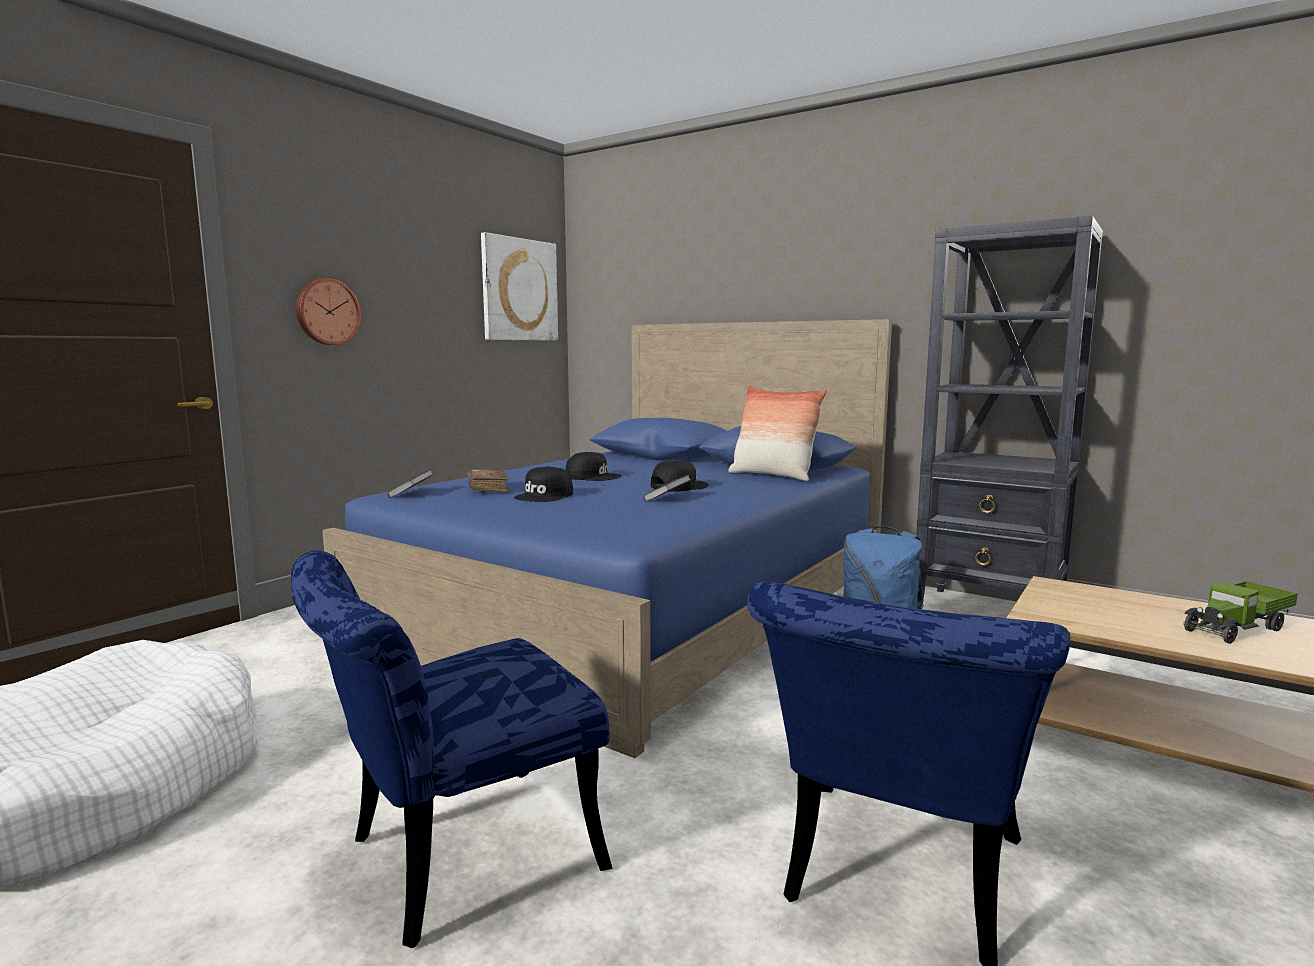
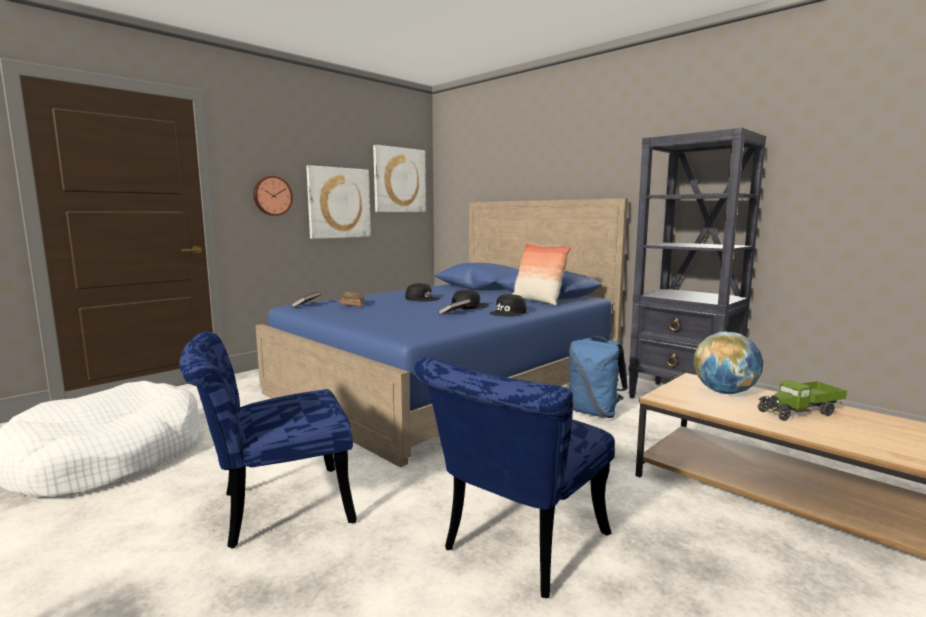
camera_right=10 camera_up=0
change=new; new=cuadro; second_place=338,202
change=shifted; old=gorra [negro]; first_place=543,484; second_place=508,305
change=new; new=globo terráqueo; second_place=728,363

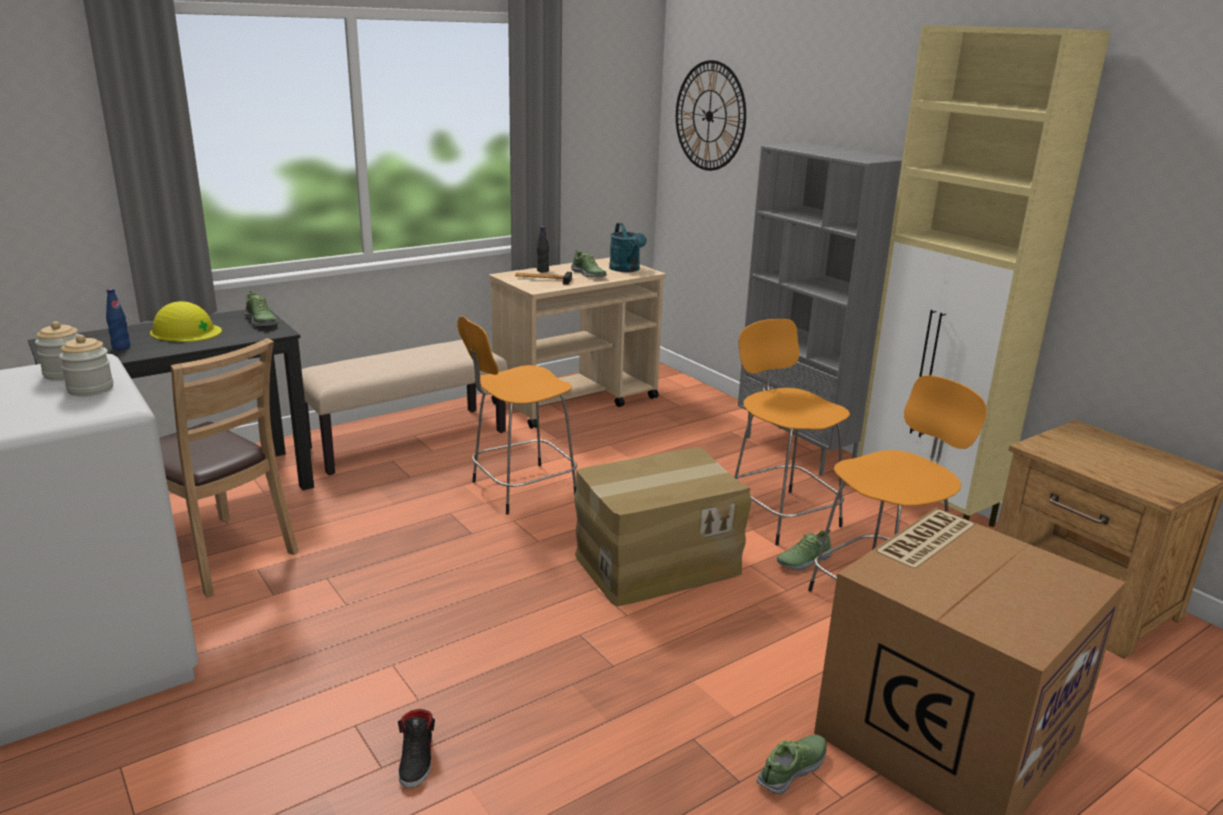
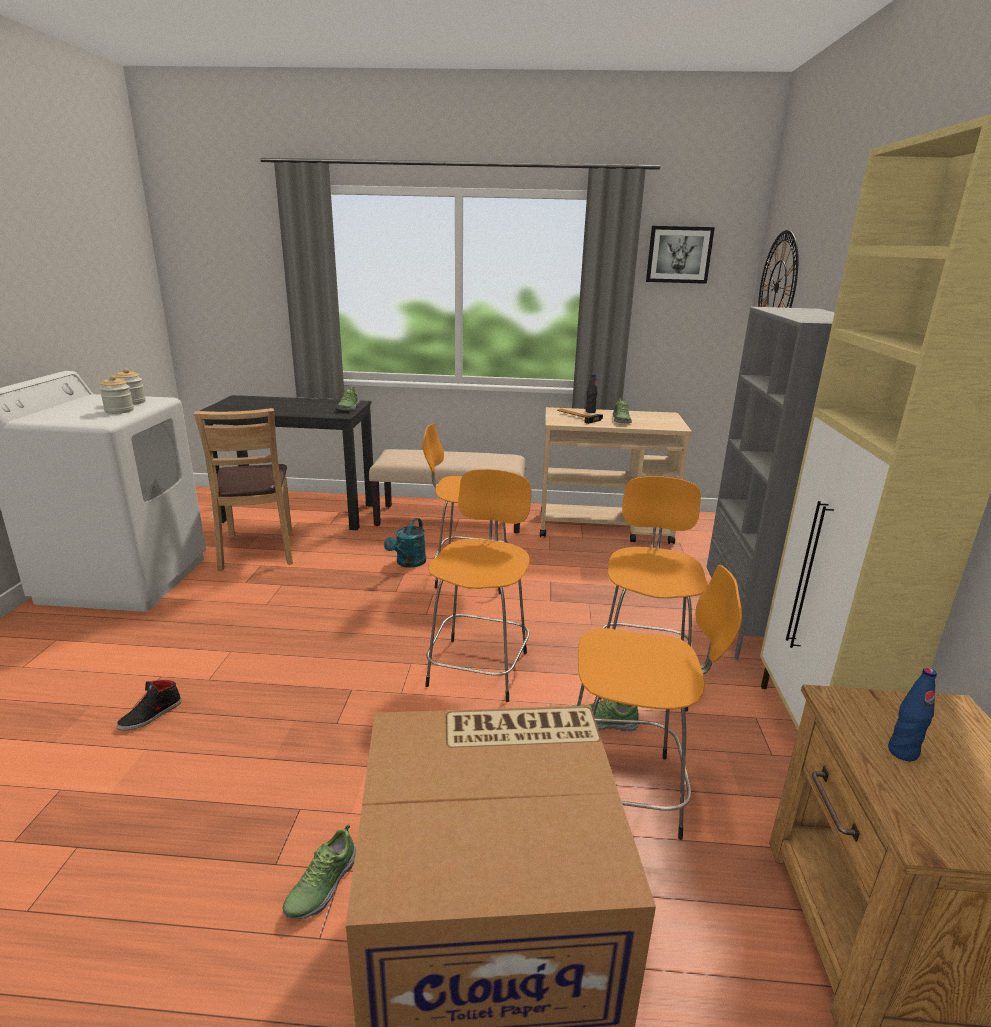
camera_right=40 camera_up=0
change=rotated; old=zapato; first_place=792,765; second_place=319,871; degrees=120
change=shifted; old=regadera [turquesa]; first_place=628,247; second_place=405,543
change=swapped; old=caja de cartón; new=taburete [naranja]; first_place=663,527; second_place=478,585
change=new; new=cuadro; second_place=680,255
change=shifted; old=botella [azul]; first_place=118,319; second_place=912,714
change=gone; old=casco [amarillo]; first_place=186,321

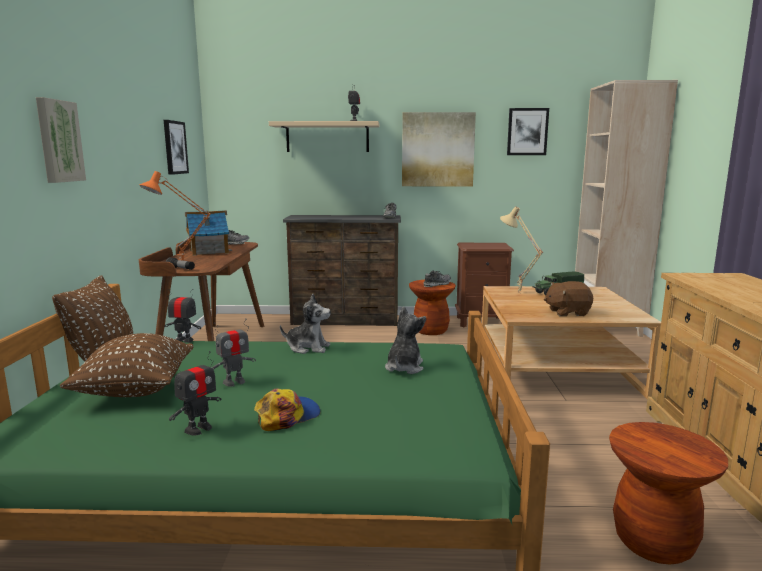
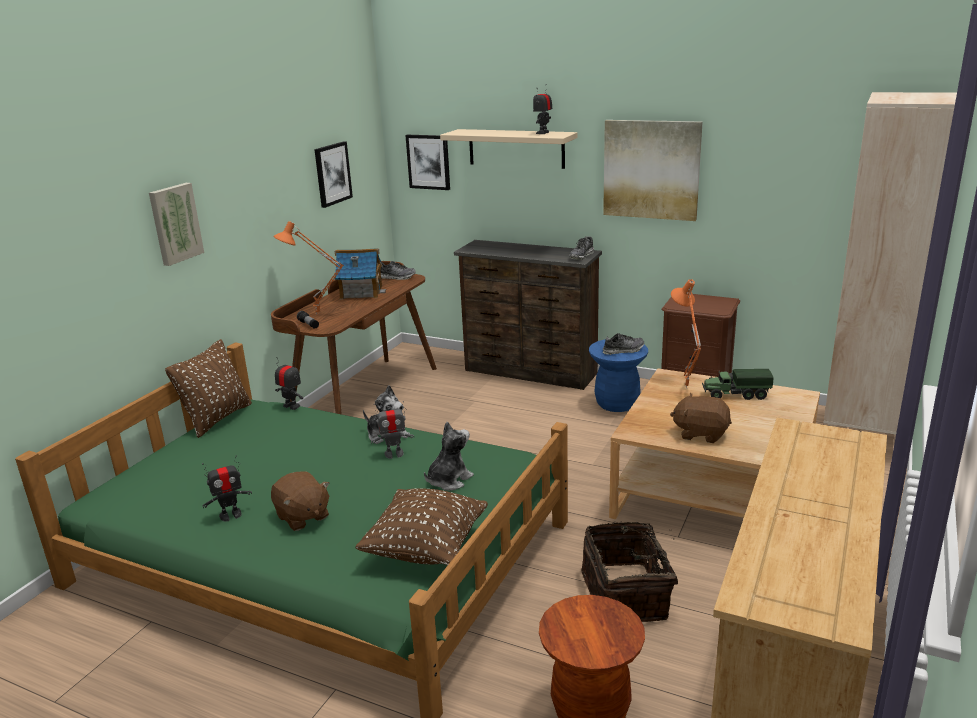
camera_right=25 camera_up=10
change=swapped; old=gorra; new=peluche [marrón]; first_place=287,409; second_place=300,501
change=shifted; old=cojín [marrón]; first_place=127,365; second_place=421,526
change=shifted; old=robot de juguete; first_place=233,352; second_place=392,430
change=shifted; old=cuadro; first_place=528,131; second_place=427,162
change=new; new=cesta; second_place=629,571
change=repainted; old=taburete [marrón]; new=taburete [azul]; first_place=432,307; second_place=618,375
change=repainted; old=lámpara de mesa [beis]; new=lámpara de mesa [naranja]; first_place=521,249; second_place=686,333

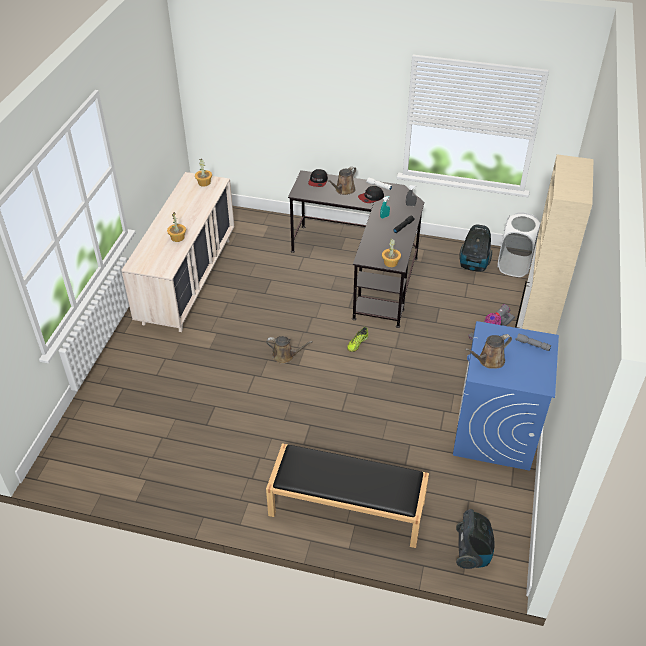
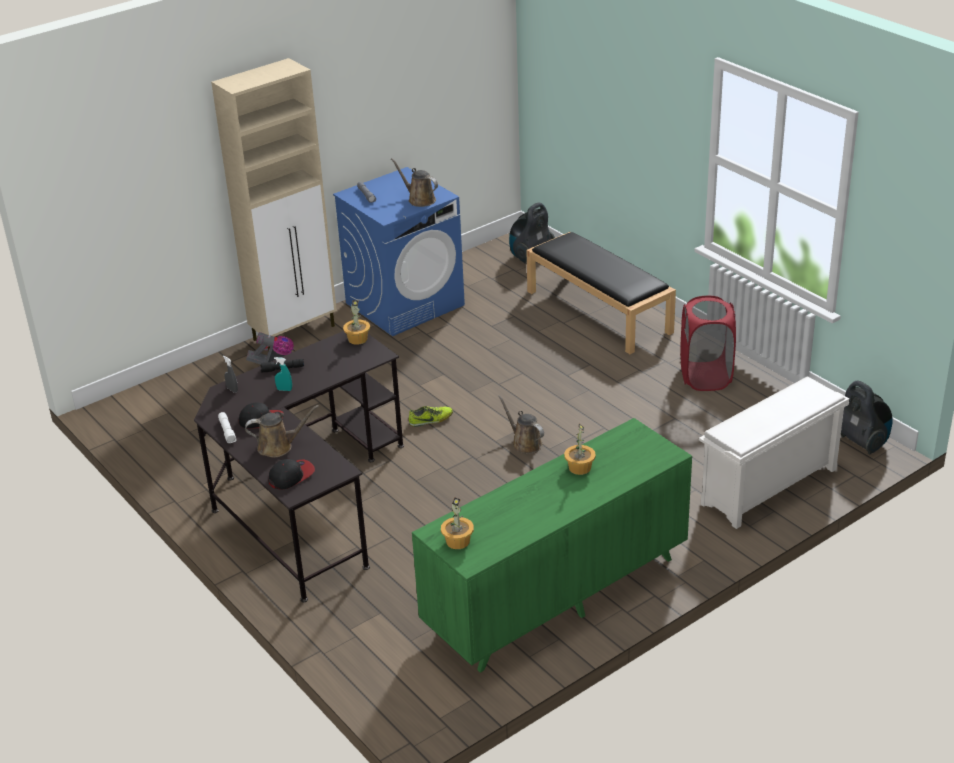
camera_right=-140 camera_up=-10
change=rotated; old=regadera [marrón]; first_place=488,351; second_place=414,182; degrees=-150
change=repainted; old=cómoda [beis]; new=cómoda [verde]; first_place=177,252; second_place=552,545
change=new; new=cesto de la ropa [rojo]; second_place=708,343
change=new; new=zapatero [blanco]; second_place=774,452
change=shifted; old=aspiradora; first_place=475,248; second_place=866,417
change=gone; old=cesto de la ropa [blanco]; first_place=519,244

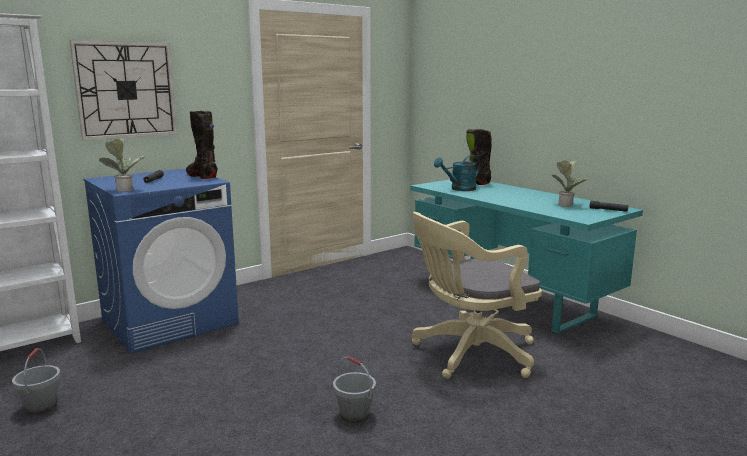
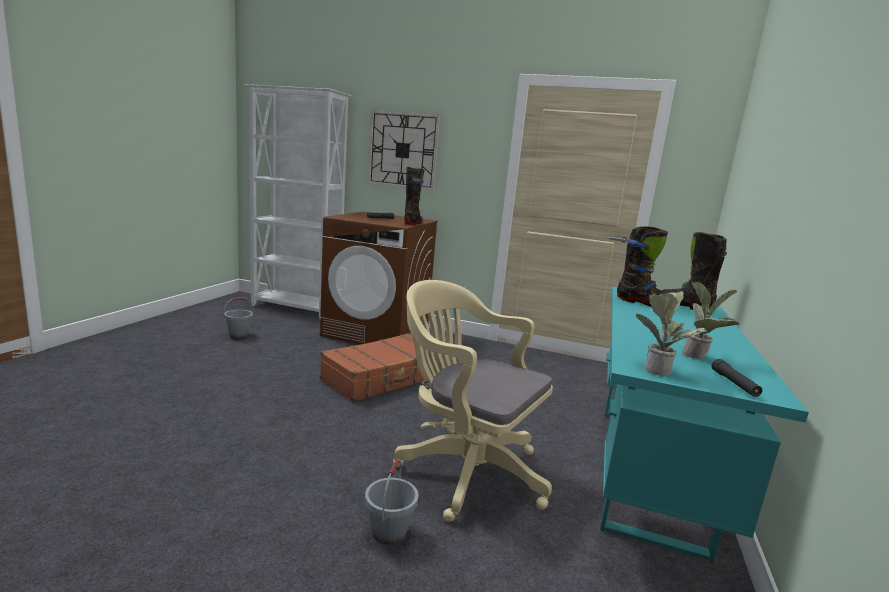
camera_right=55 camera_up=0
change=repainted; old=lavadora [azul]; new=lavadora [marrón]; first_place=161,261; second_place=379,277
change=new; new=maleta [marrón]; second_place=378,367
change=shifted; old=cubo [gris]; first_place=354,389; second_place=391,501
change=swapped; old=regadera [turquesa]; new=bota [negro]; first_place=457,173; second_place=642,266
change=shifted; old=planta en maceta; first_place=121,165; second_place=671,333

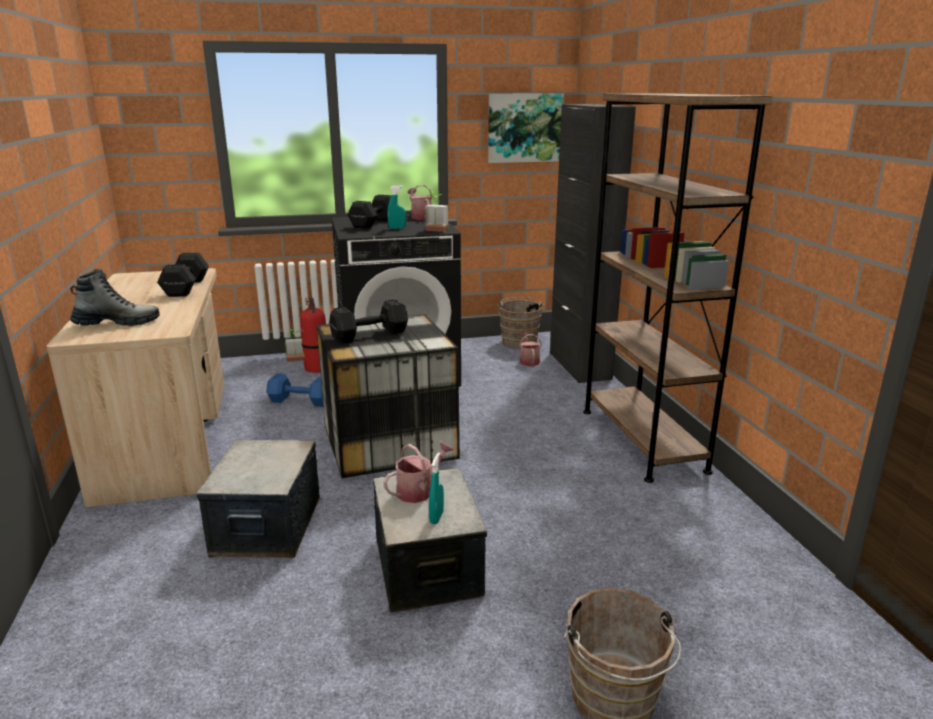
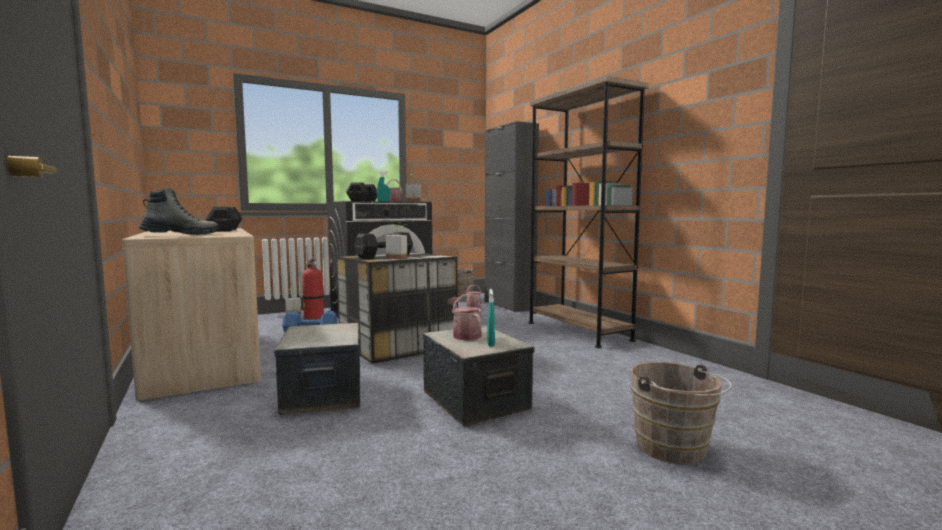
camera_right=-15 camera_up=-15
change=new; new=planta en maceta; second_place=397,241
change=rotated; old=regadera; first_place=418,472; second_place=464,317; degrees=-60
change=gone; old=cuadro; first_place=526,128

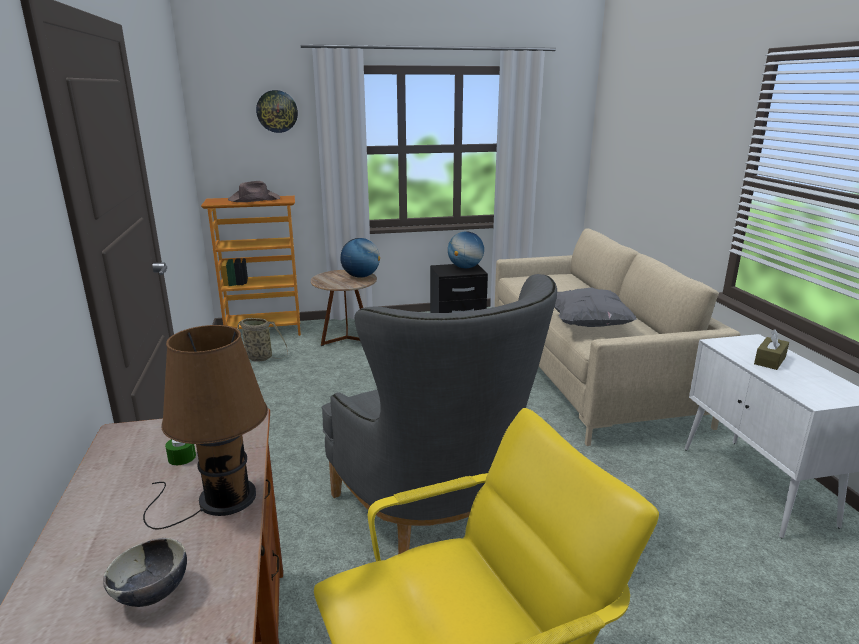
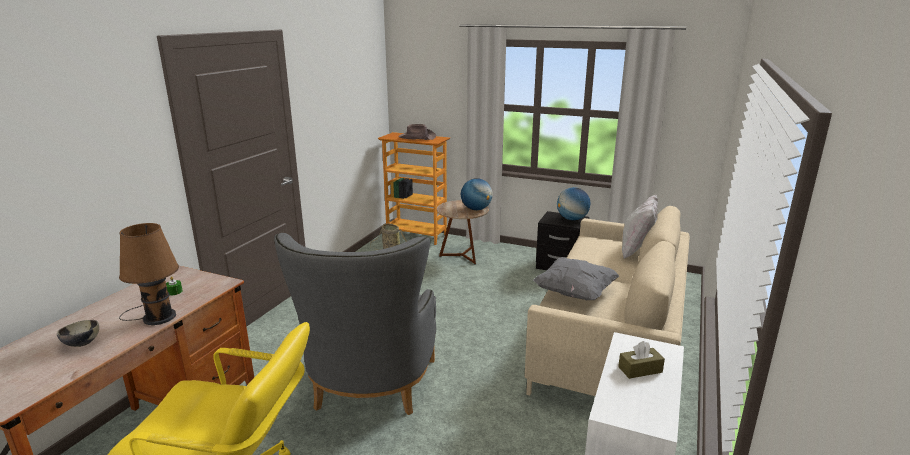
camera_right=35 camera_up=0
change=new; new=cojín [blanco]; second_place=640,227
change=gone; old=reloj de pared; first_place=277,111

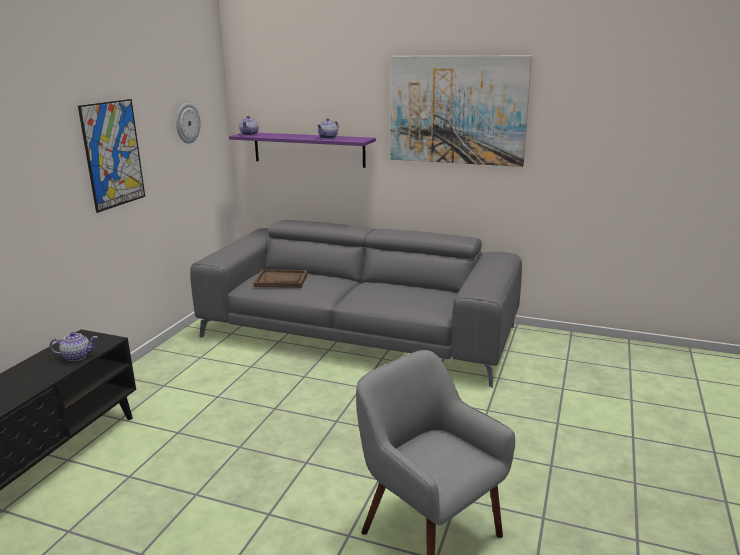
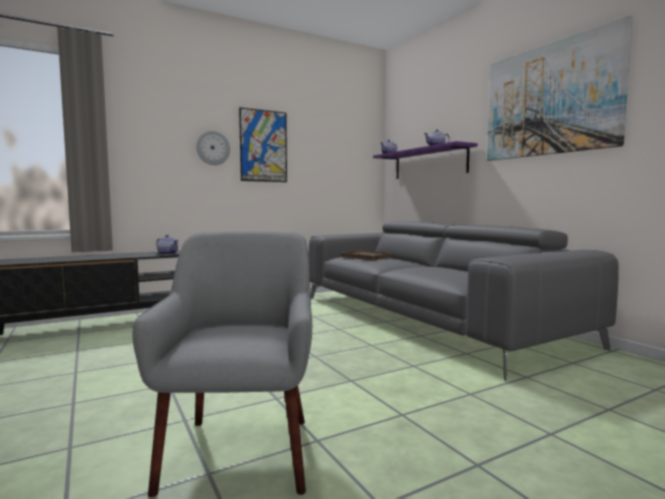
camera_right=40 camera_up=-15
change=shifted; old=reloj de pared; first_place=188,123; second_place=213,148

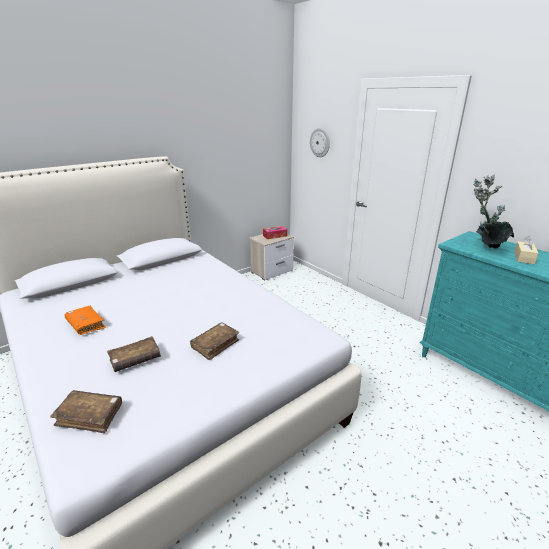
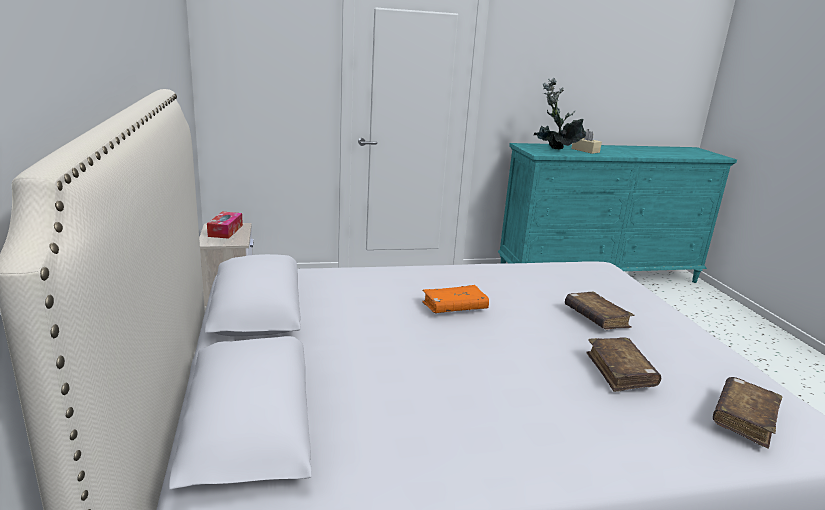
camera_right=-65 camera_up=-5
change=shifted; old=libro [naranja]; first_place=85,320; second_place=455,299
change=gone; old=reloj de pared; first_place=320,142

